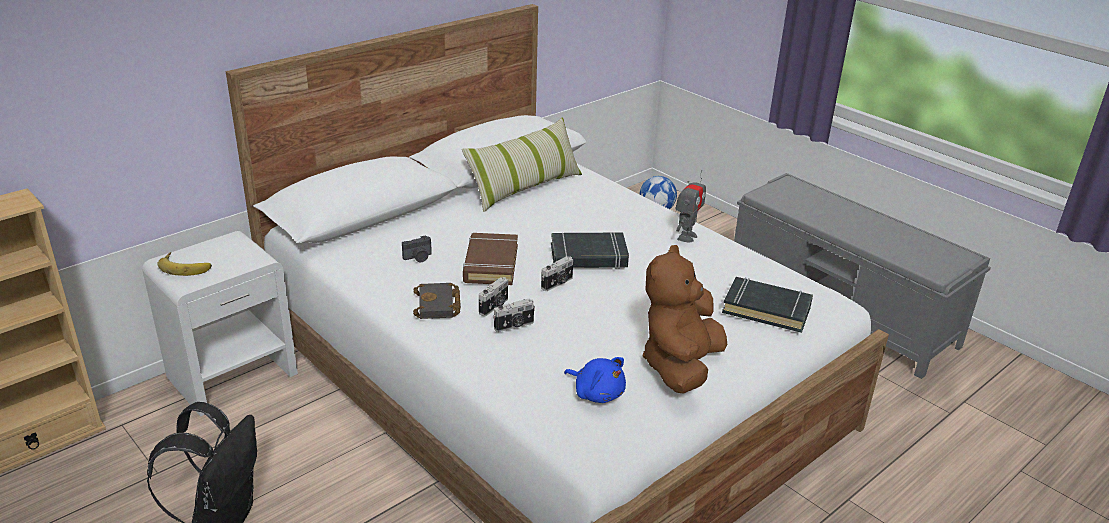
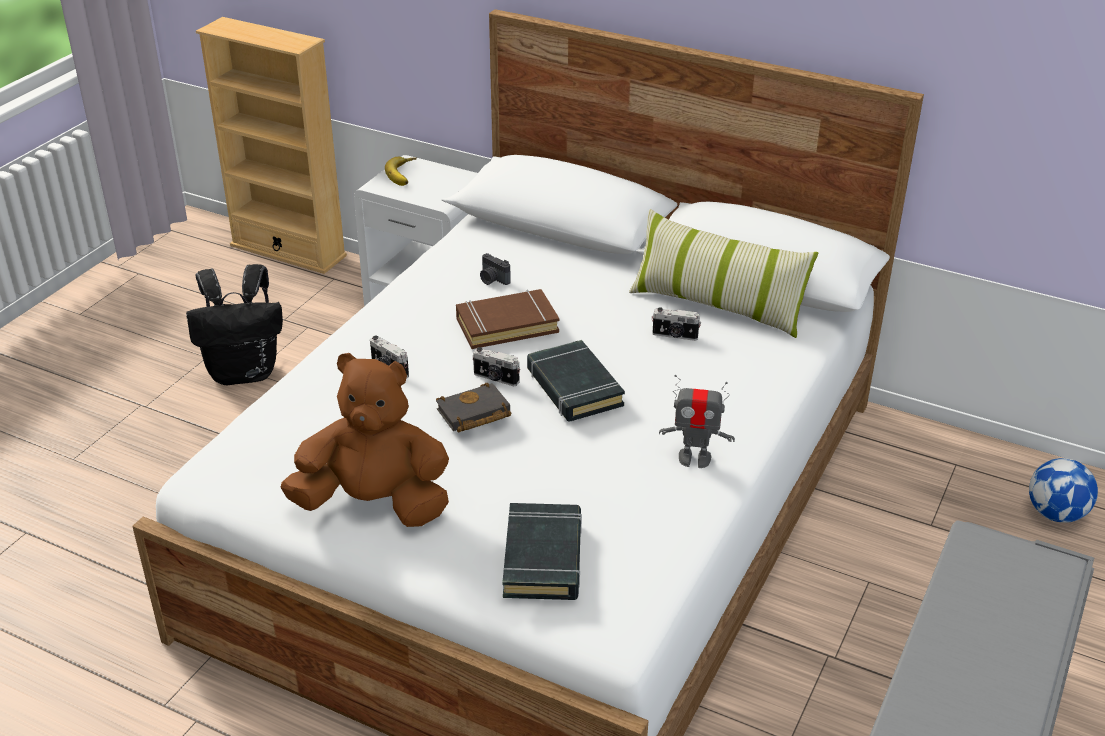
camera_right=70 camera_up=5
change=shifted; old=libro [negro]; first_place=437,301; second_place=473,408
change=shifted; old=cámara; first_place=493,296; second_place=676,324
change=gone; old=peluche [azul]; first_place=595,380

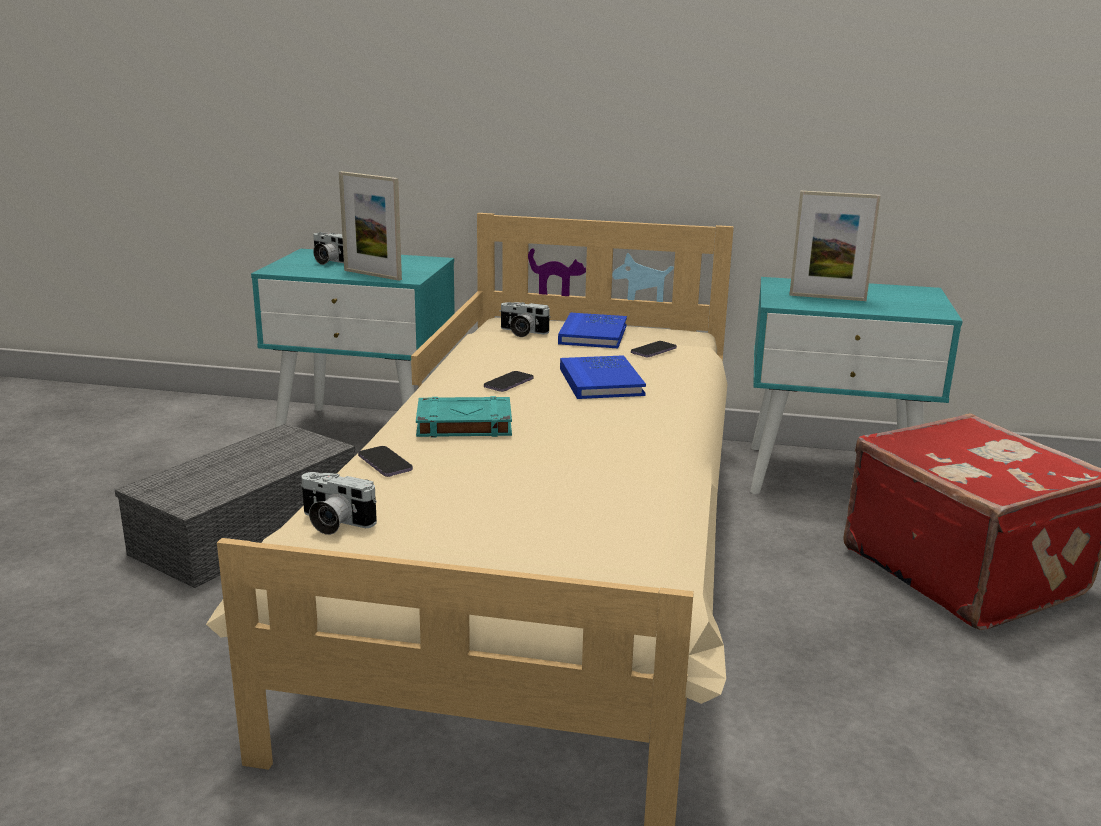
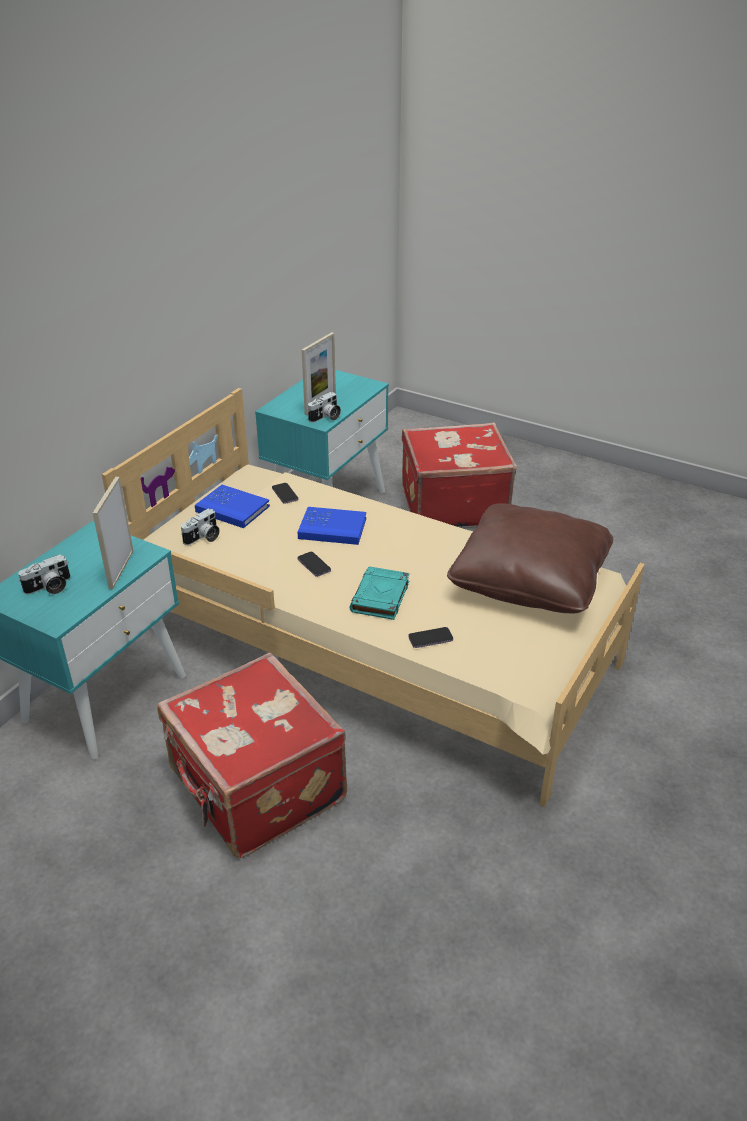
camera_right=-70 camera_up=15
change=rotated; old=portarretratos; first_place=370,226; second_place=113,533; degrees=135
change=swapped; old=caja de almacenaje [gris]; new=maleta [rojo]; first_place=235,506; second_place=252,755
change=shifted; old=cámara; first_place=339,503; second_place=324,407
change=new; new=cojín [marrón]; second_place=530,558

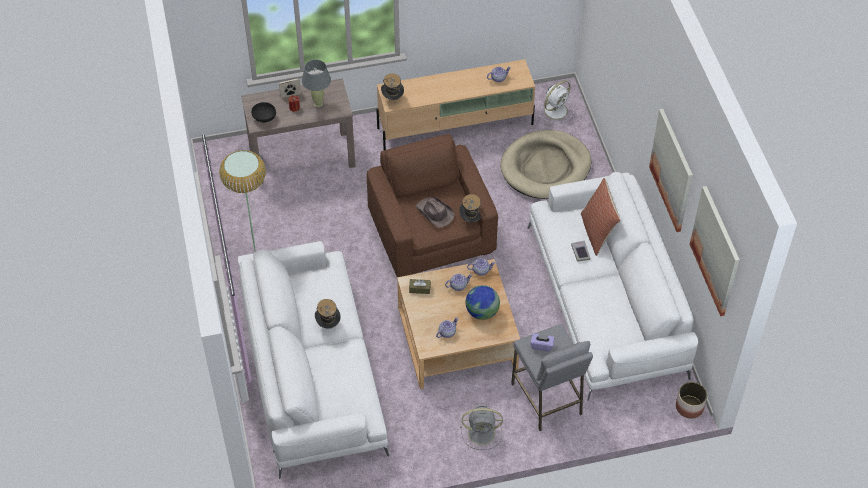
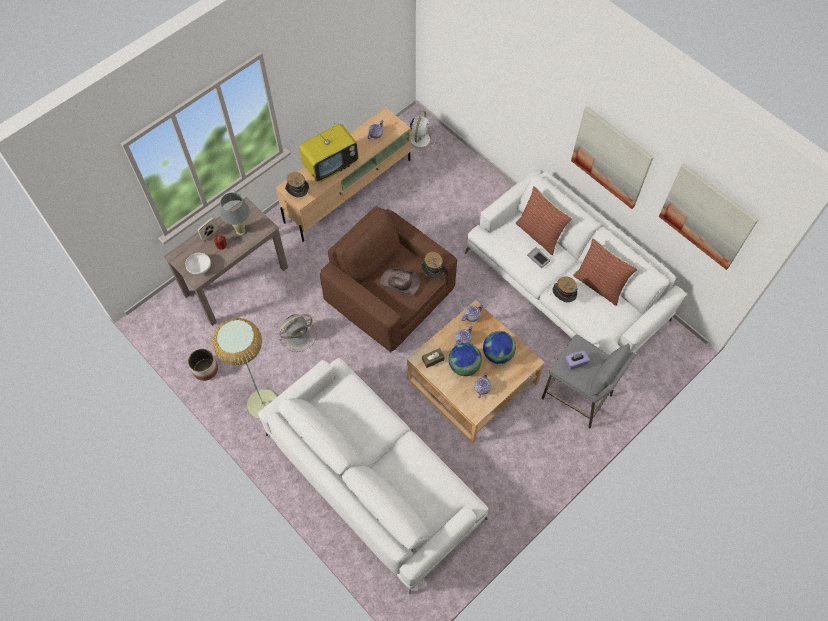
camera_right=-30 camera_up=10
change=repainted; old=cuenco [negro]; new=cuenco [blanco]; first_place=263,112; second_place=198,264
change=shifted; old=maceta; first_place=691,400; second_place=203,365
change=shifted; old=ventilador [gris]; first_place=481,428; second_place=297,333
change=new; new=televisor; second_place=328,152
change=new; new=globo terráqueo; second_place=465,359
change=shifted; old=sombrero; first_place=328,314; second_place=565,289
change=new; new=cojín; second_place=605,272
change=gone; old=cama para perro [beis]; first_place=546,164

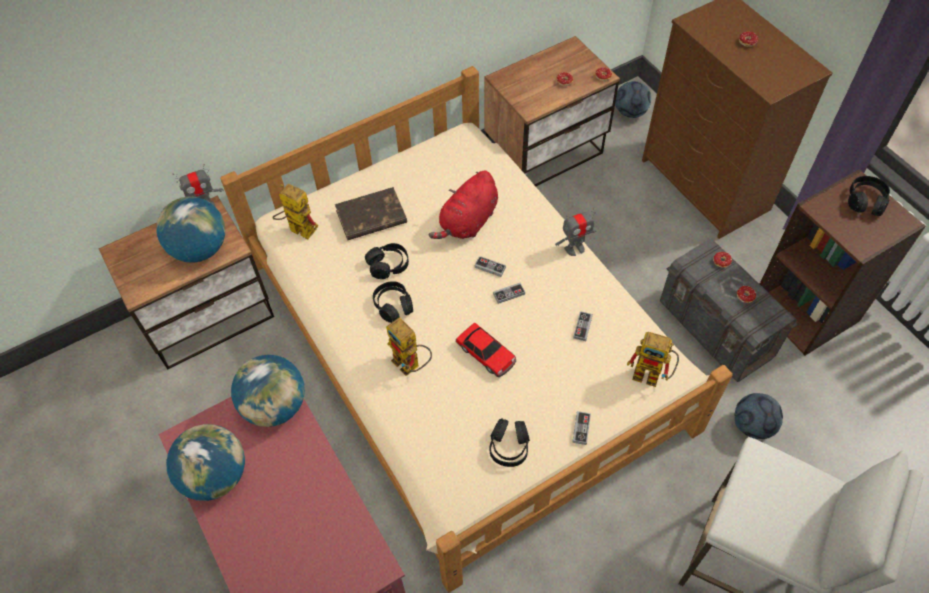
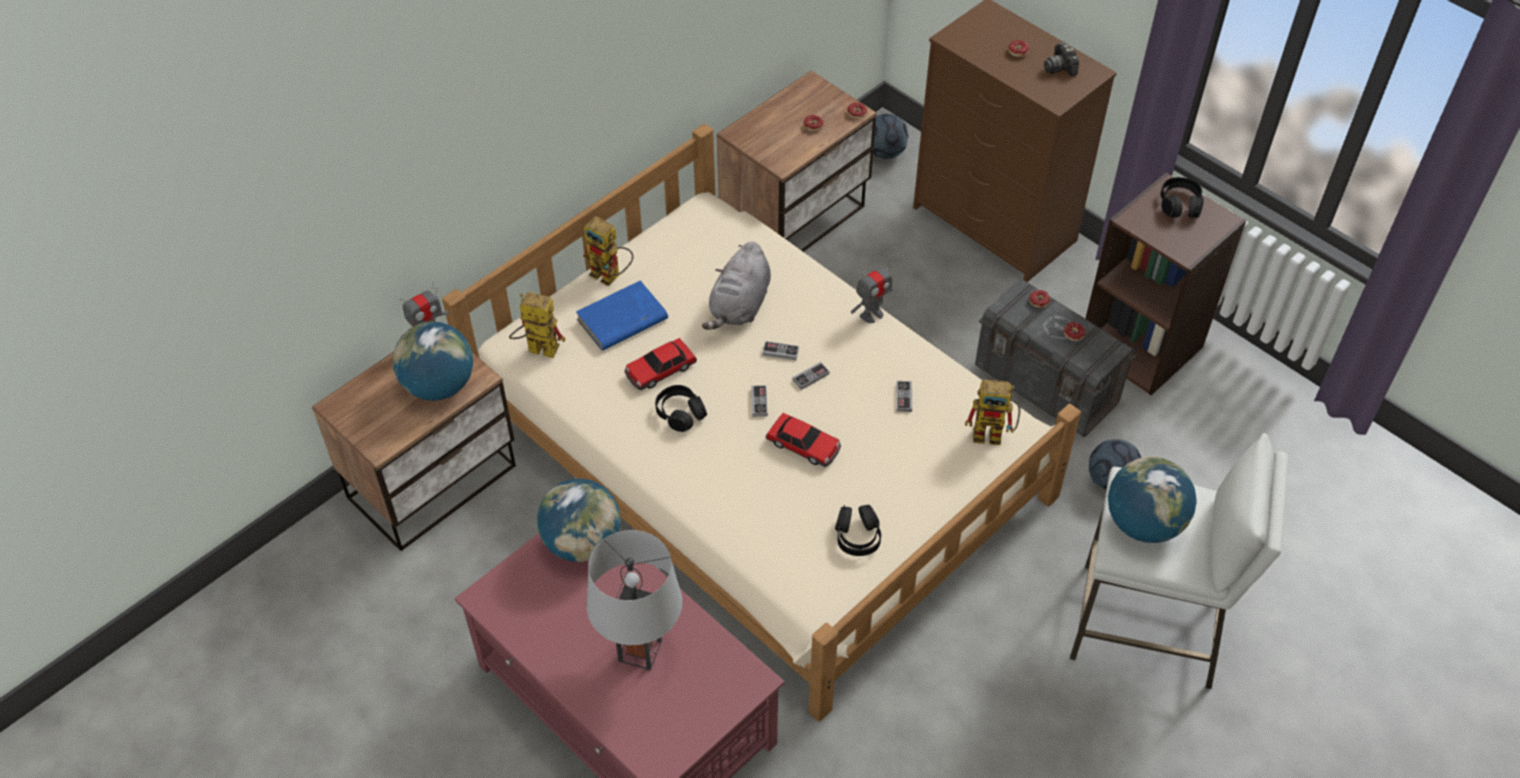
camera_right=-15 camera_up=-5
change=repainted; old=libro [marrón]; new=libro [azul]; first_place=371,213; second_place=622,315
change=shifted; old=robot de juguete; first_place=409,346; second_place=608,251
change=new; new=lámpara de mesa [gris]; second_place=634,600
change=swapped; old=auriculares [negro]; new=coche de juguete; first_place=387,261; second_place=661,364
change=repainted; old=peluche [rojo]; new=peluche [gris]; first_place=463,205; second_place=736,285
change=shifted; old=mando de consola; first_place=581,428; second_place=759,401
change=new; new=cámara; second_place=1061,59
change=shifted; old=globo terráqueo; first_place=205,462; second_place=1152,500

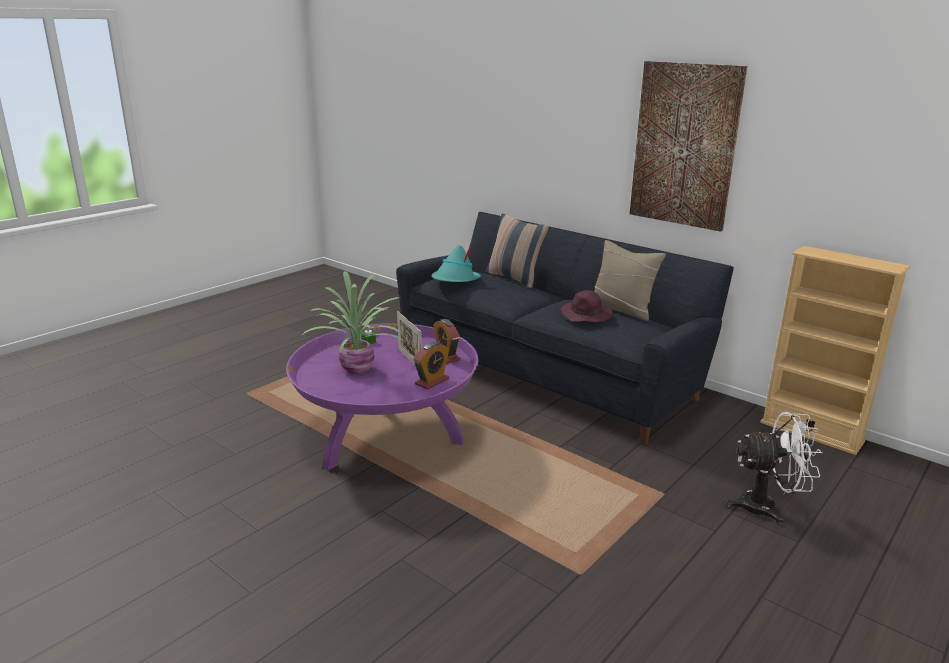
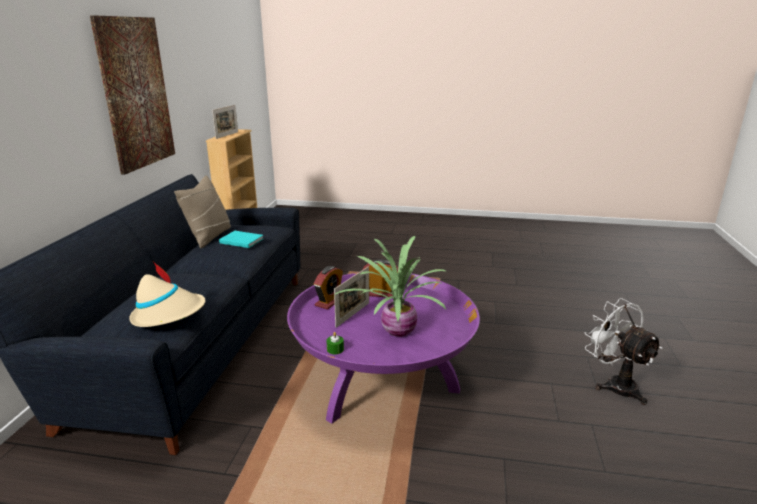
camera_right=-120 camera_up=0
change=repainted; old=sombrero [turquesa]; new=sombrero [beis]; first_place=456,262; second_place=167,294
change=new; new=portarretratos; second_place=225,122
change=swapped; old=sombrero [morado]; new=libro [turquesa]; first_place=587,306; second_place=241,239
change=shifted; old=ventilador [blanco]; first_place=774,468; second_place=624,351
change=gone; old=cojín; first_place=517,251

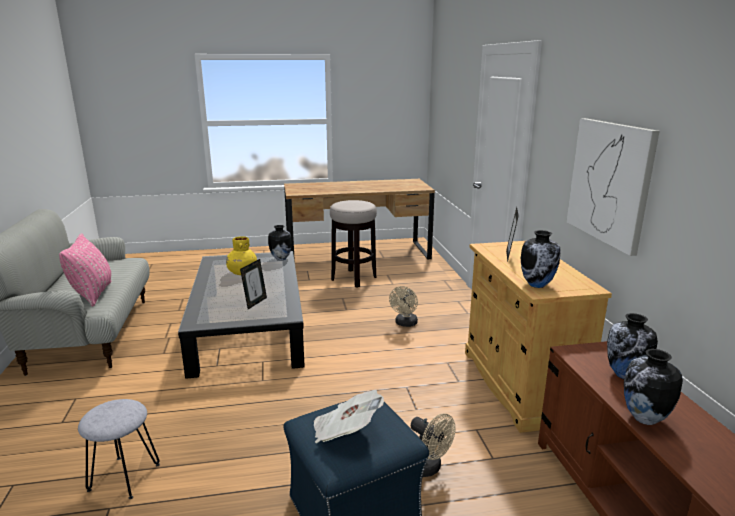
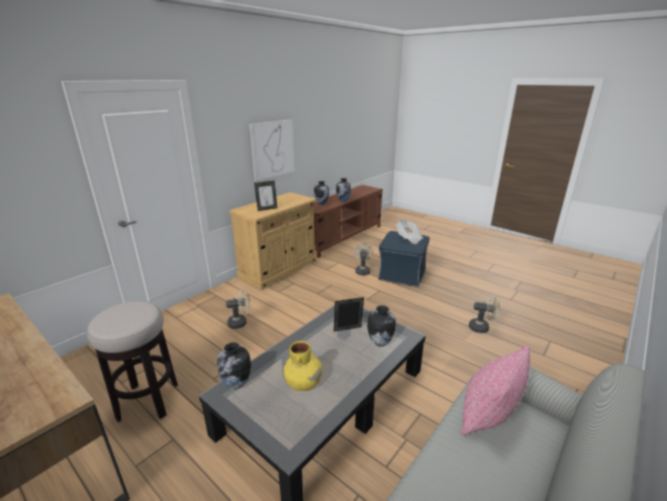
camera_right=-130 camera_up=5
change=shifted; old=florero; first_place=541,259; second_place=381,326
change=swapped; old=taburete [gris]; new=ventilador [beis]; first_place=119,449; second_place=484,314

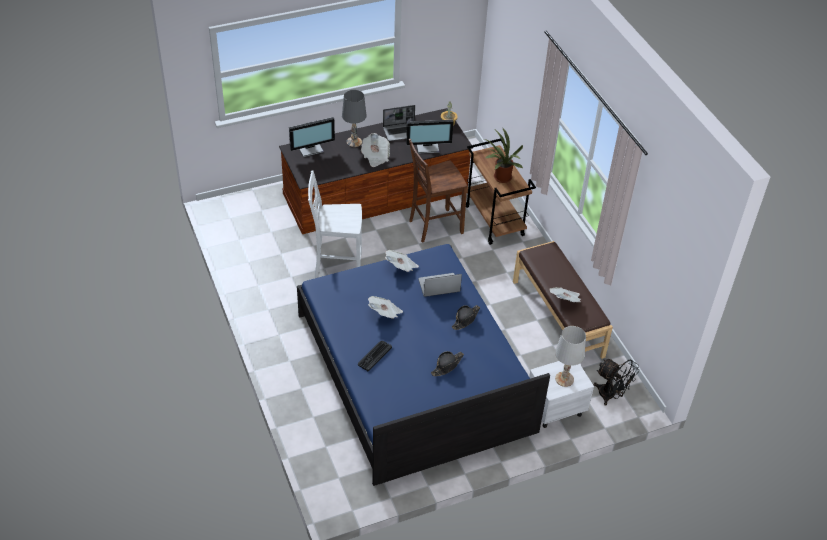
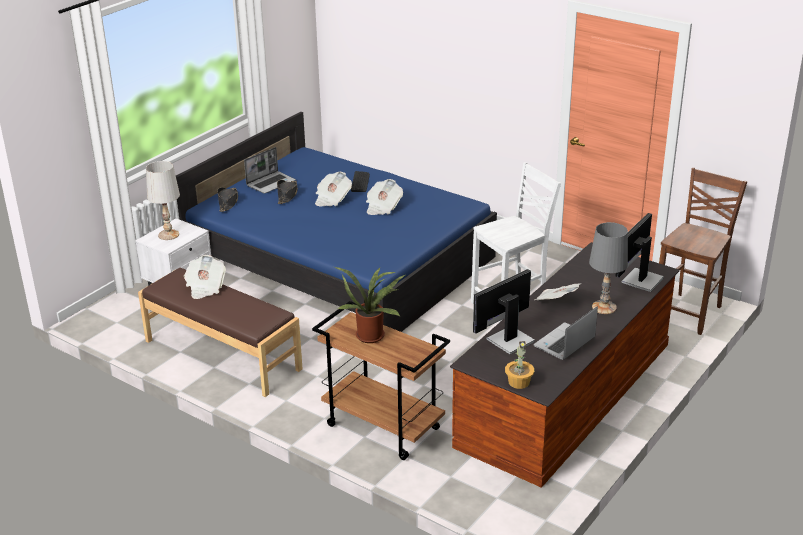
camera_right=150 camera_up=-15
change=shifted; old=sombrero [negro]; first_place=466,317; second_place=227,199
change=shifted; old=portátil; first_place=440,285; second_place=270,170
change=shifted; old=periódico; first_place=402,261; second_place=333,189
change=shifted; old=silla [marrón]; first_place=438,191; second_place=703,251
change=gone; old=ventilador [negro]; first_place=616,382

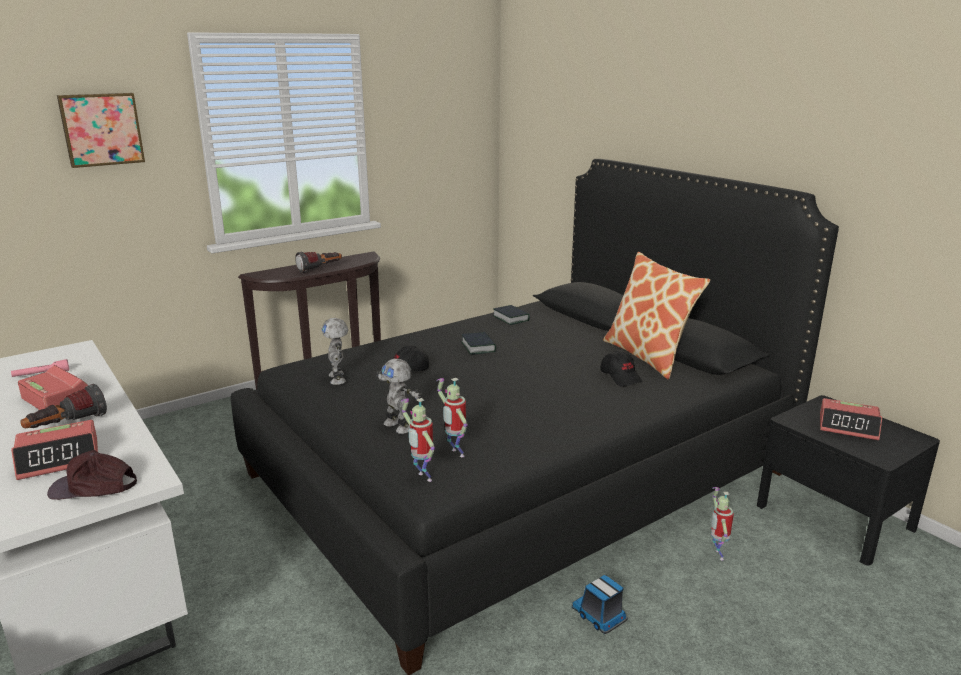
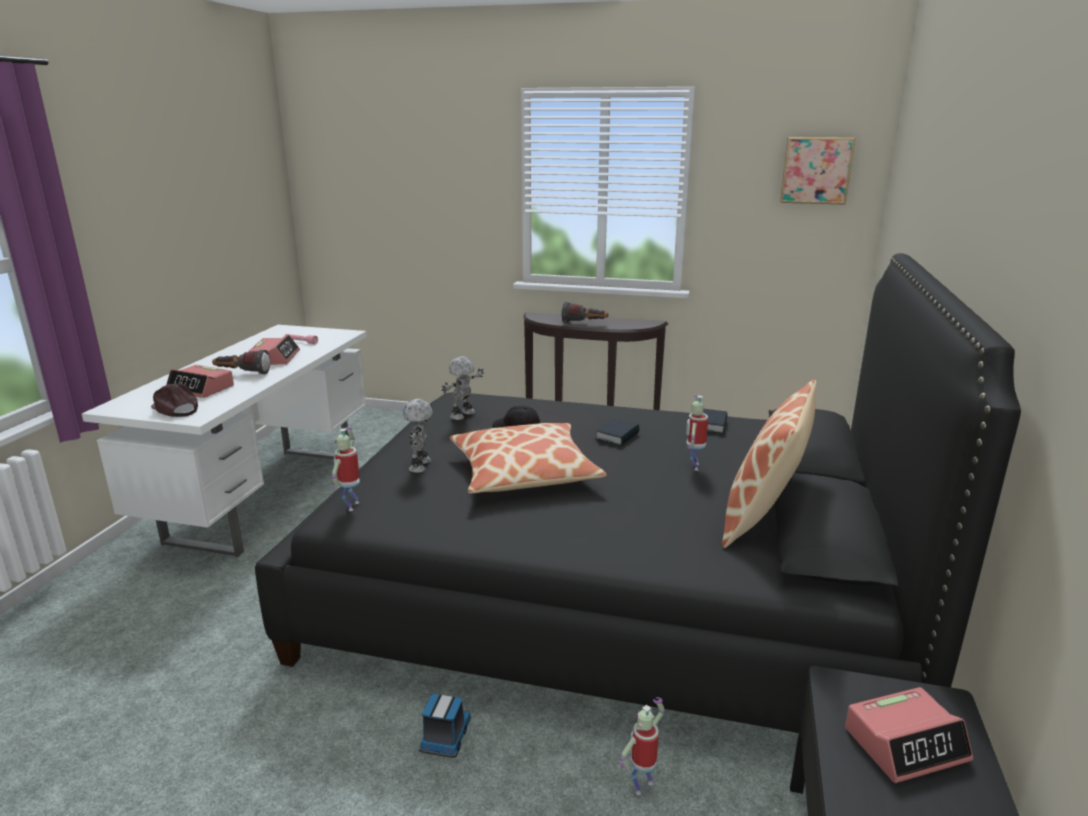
camera_right=50 camera_up=0
change=new; new=cojín; second_place=528,458
change=shifted; old=robot de juguete; first_place=452,417; second_place=697,433
change=shifted; old=cuadro; first_place=101,130; second_place=817,171
change=rotated; old=despertador; first_place=851,419; second_place=909,735; degrees=-90
change=gone; old=gorra [negro]; first_place=621,369

